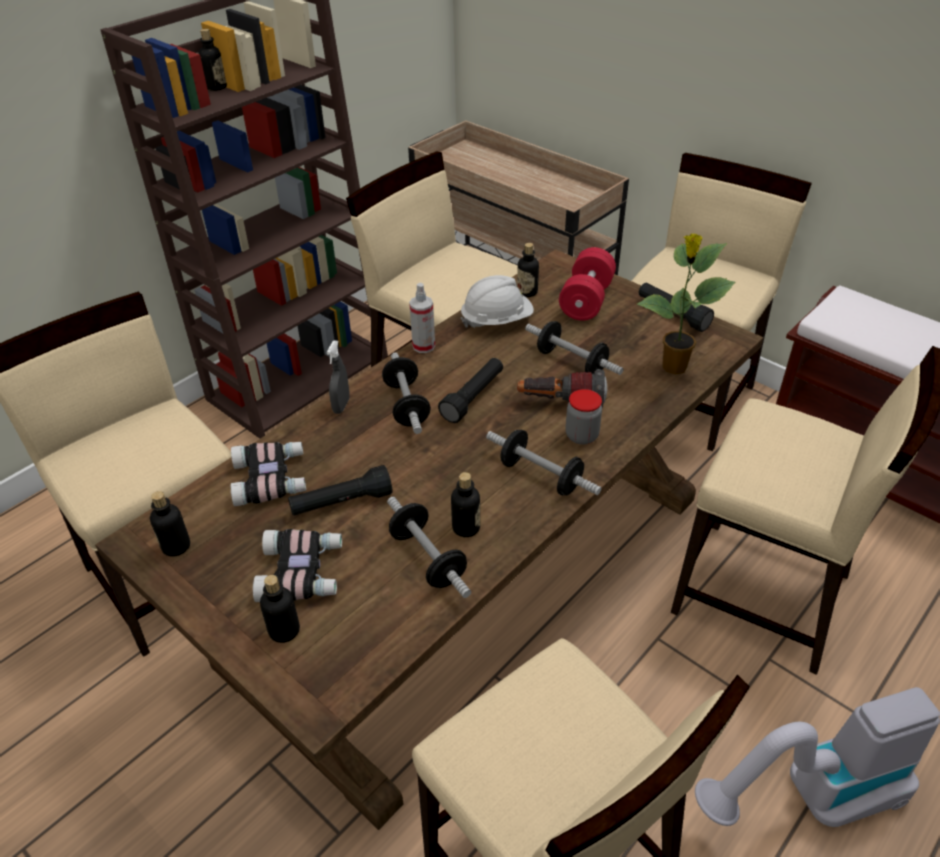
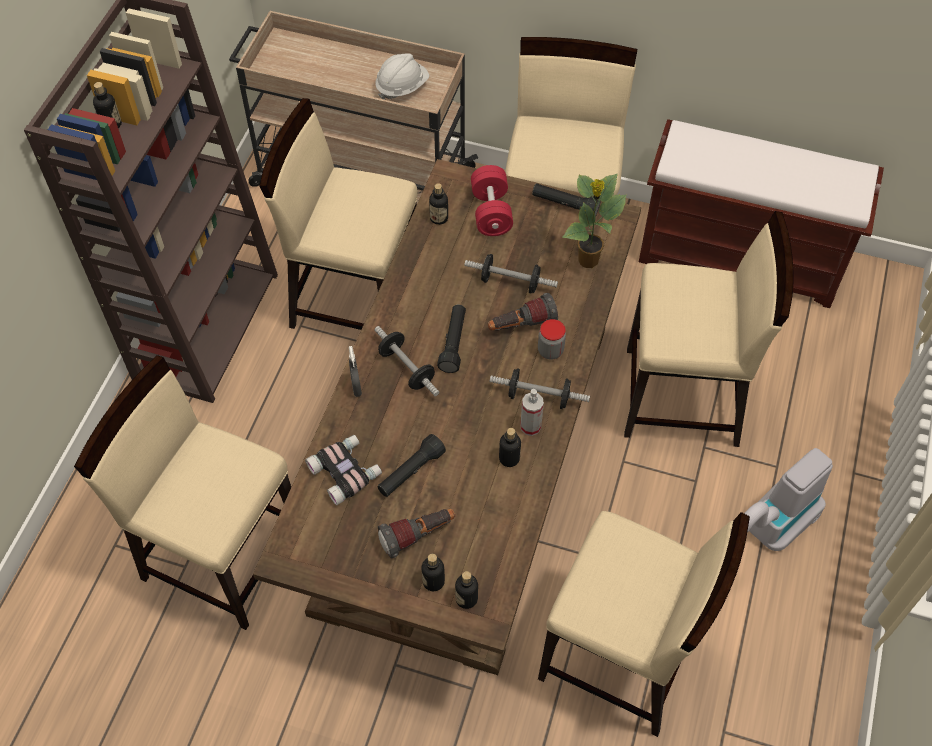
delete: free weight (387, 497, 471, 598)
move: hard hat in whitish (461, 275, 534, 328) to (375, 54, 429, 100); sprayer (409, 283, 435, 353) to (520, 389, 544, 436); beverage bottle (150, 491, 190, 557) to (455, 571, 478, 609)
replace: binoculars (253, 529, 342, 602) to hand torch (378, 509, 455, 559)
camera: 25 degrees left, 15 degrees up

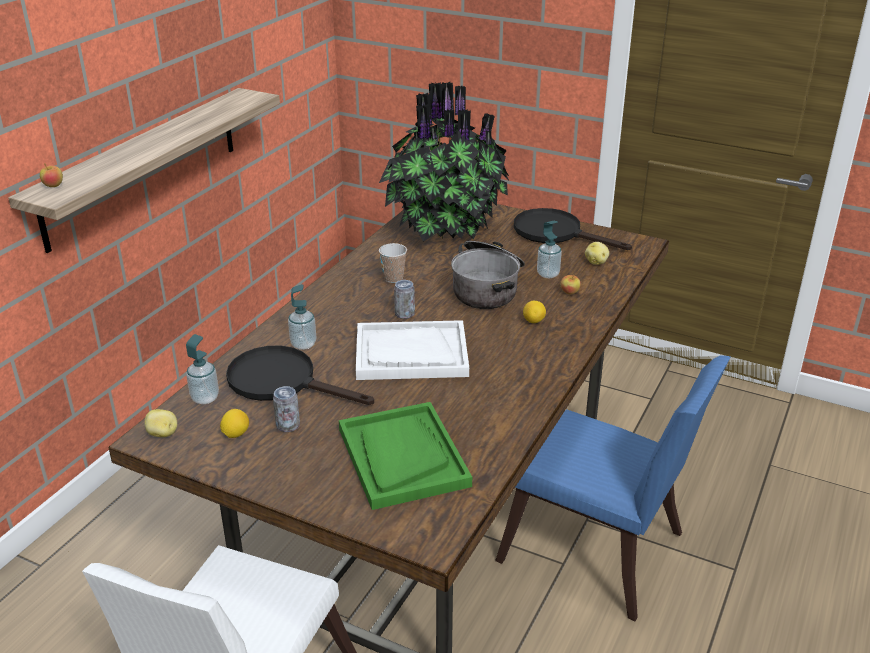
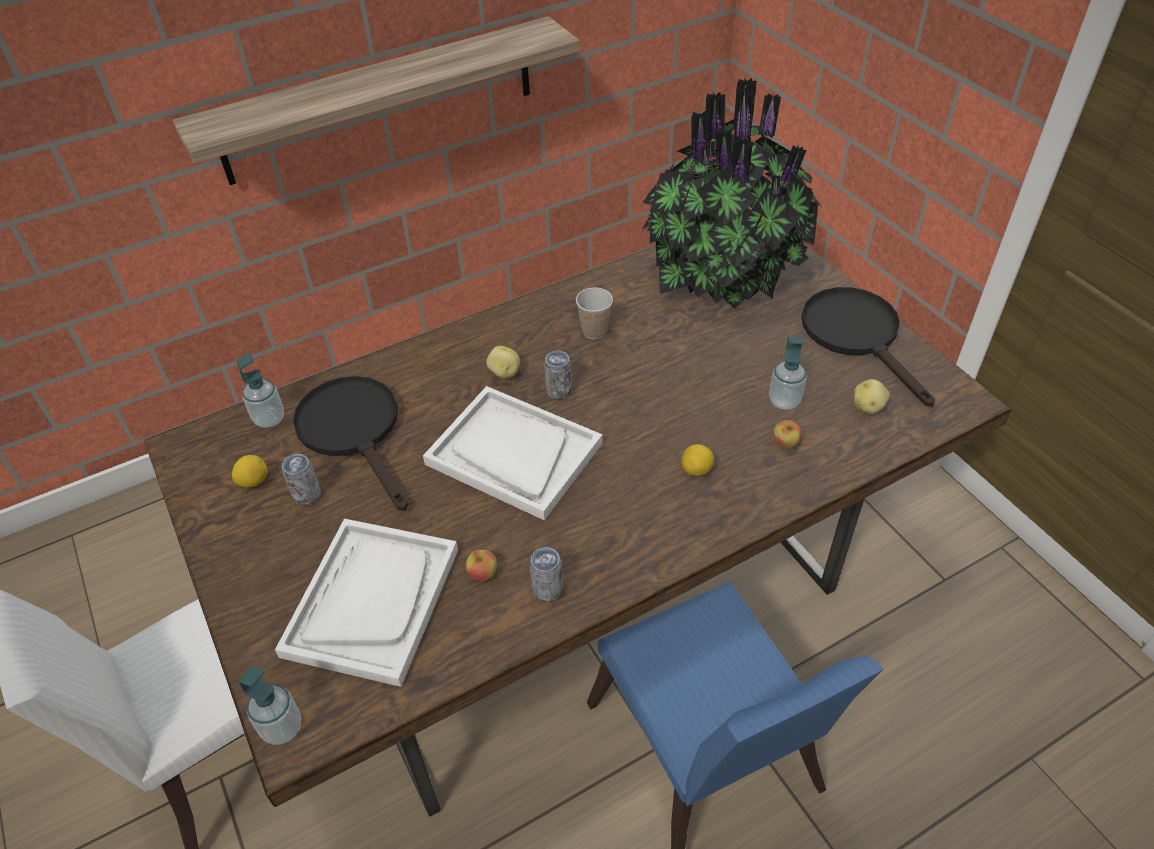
delete: cooking pot (451, 241, 525, 309)
insert: sealed can (530, 547, 563, 602)
move: apple (40, 163, 63, 187) to (466, 550, 497, 581); soap dispenser (288, 284, 316, 350) to (238, 666, 301, 745); spud (145, 409, 177, 437) to (486, 346, 520, 378)
recolor: serving tray in green (339, 402, 472, 510) to serving tray in whitish (275, 519, 458, 687)
camera: 35 degrees right, 15 degrees up

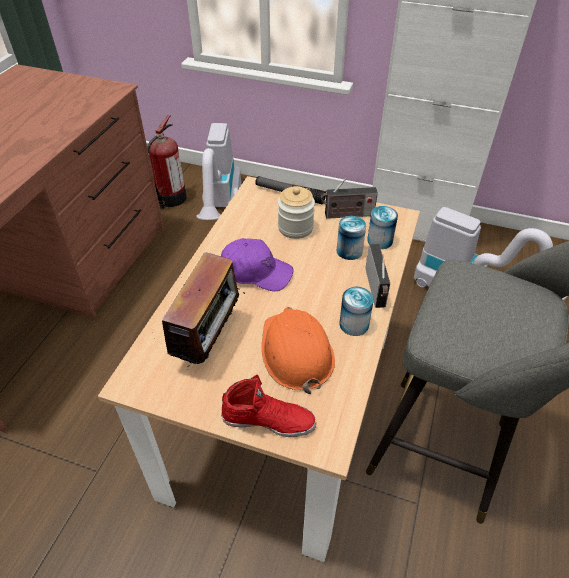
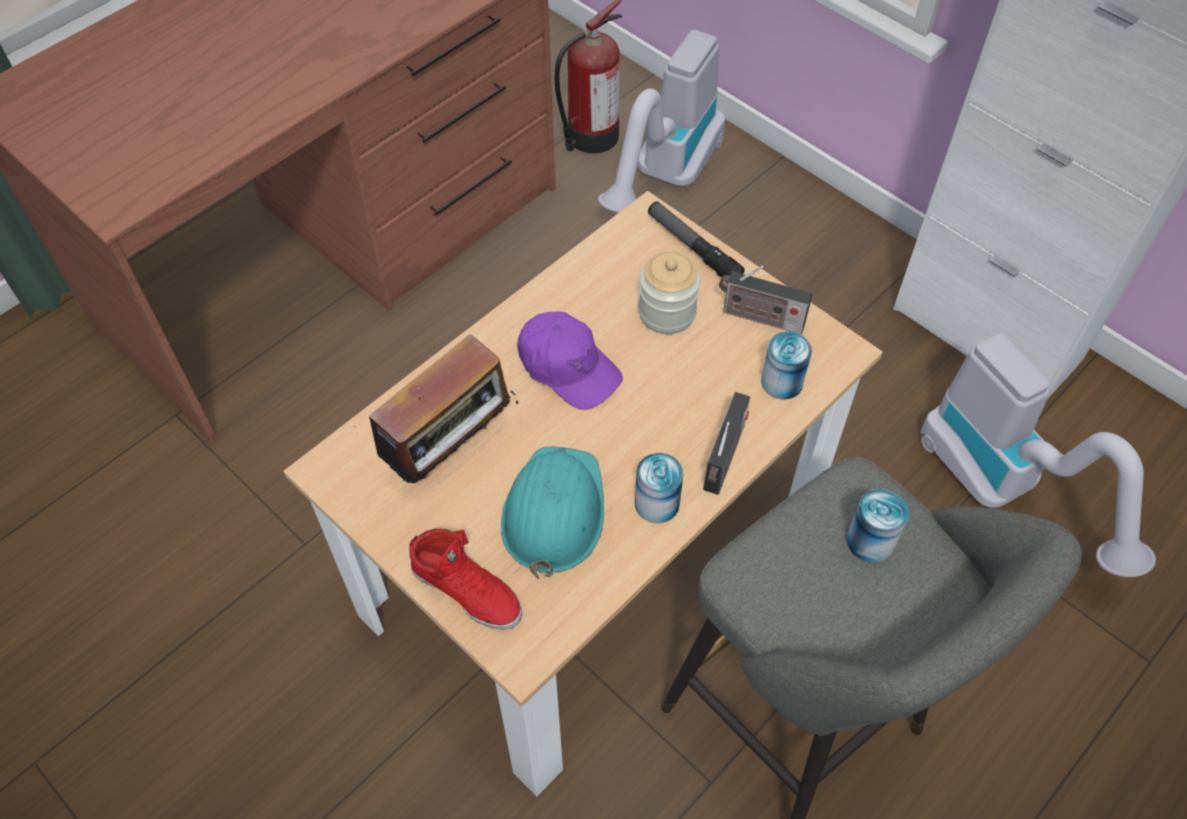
move: sealed can (337, 216, 366, 260) to (846, 489, 909, 563)
recolor: hard hat in orange-coloured (262, 307, 335, 394) to hard hat in turquoise-coloured (501, 447, 604, 579)
camera: 25 degrees right, 10 degrees up

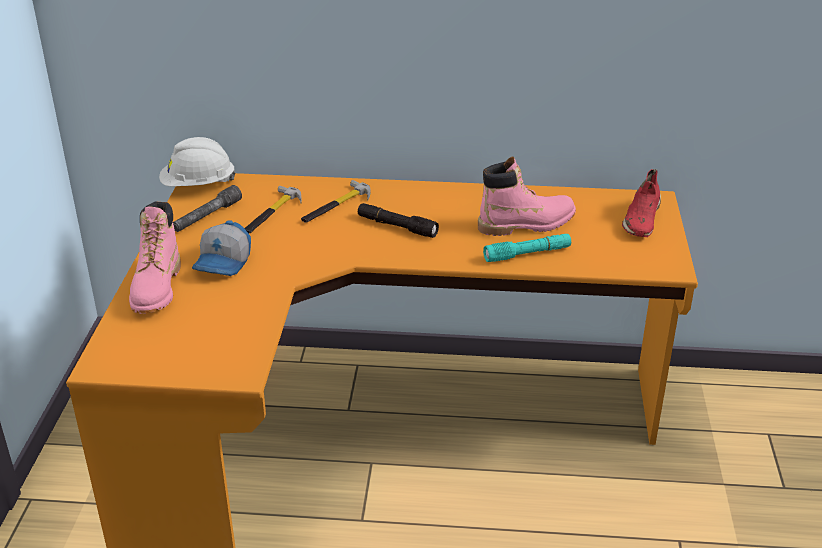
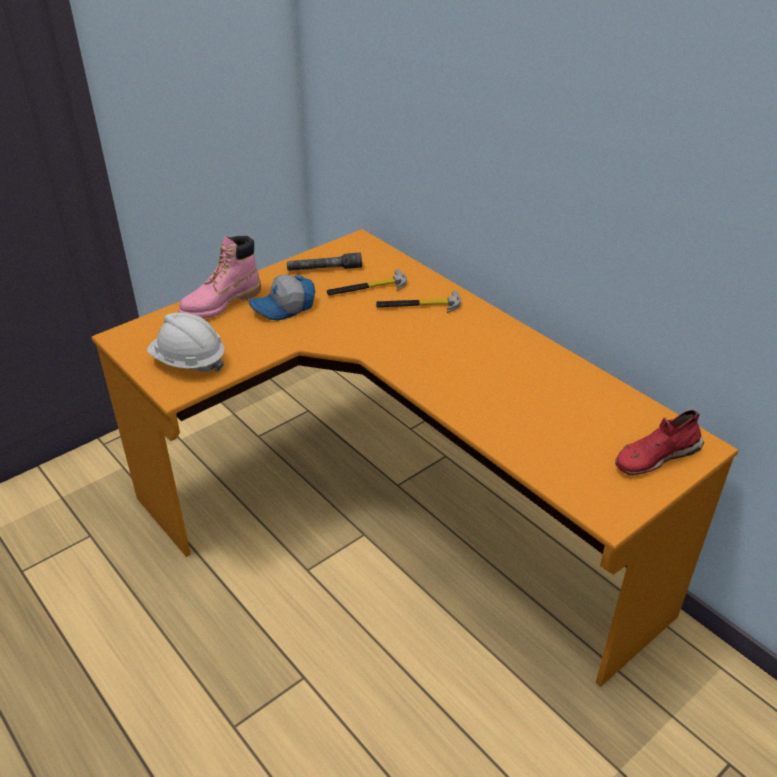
delete: high-top boot in pinkish (478, 157, 576, 236); hand torch in blackish (358, 203, 439, 238); hand torch in turquoise-coloured (483, 234, 571, 262)
move: hard hat in whitish (159, 137, 236, 187) to (147, 313, 225, 372)
camera: 45 degrees right, 5 degrees up

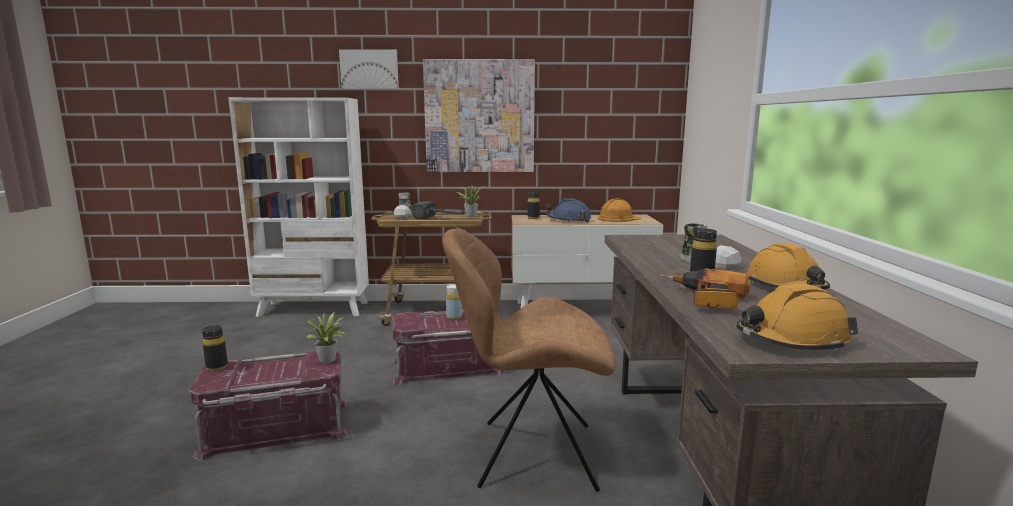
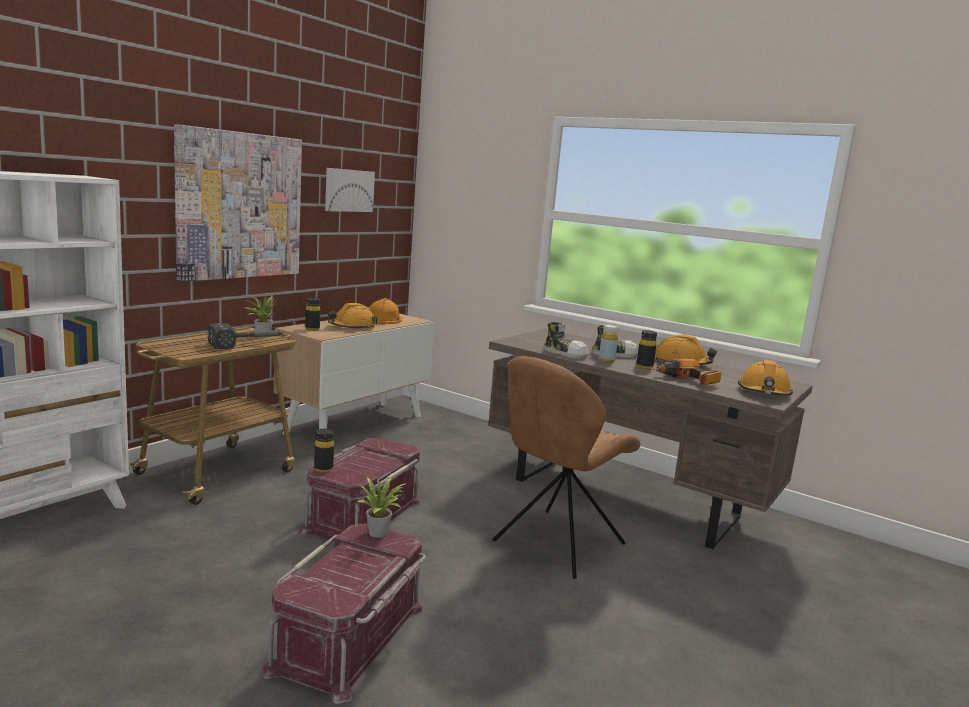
move: picture (339, 49, 399, 89) to (325, 168, 375, 212); item of footwear (394, 192, 413, 219) to (544, 322, 589, 359); beverage bottle in yellow (446, 284, 462, 320) to (599, 325, 619, 362); beverage bottle in blackish (202, 325, 228, 371) to (314, 428, 334, 473)
recolor: hard hat in blue (546, 198, 591, 222) to hard hat in orange-coloured (328, 303, 377, 330)
camera: 55 degrees left, 0 degrees up

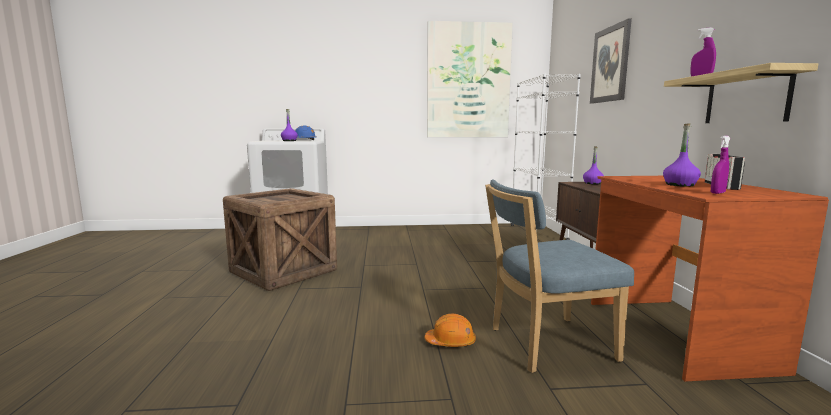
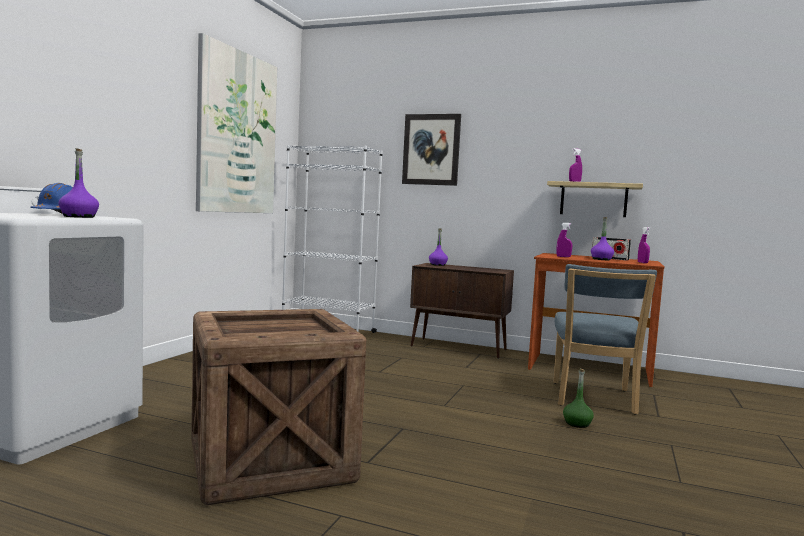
insert: sprayer in purple-coloured (556, 223, 572, 257)
replace: hard hat in orange-coloured (425, 314, 476, 347) to beverage bottle in green (563, 369, 594, 428)
camera: 65 degrees left, 5 degrees down

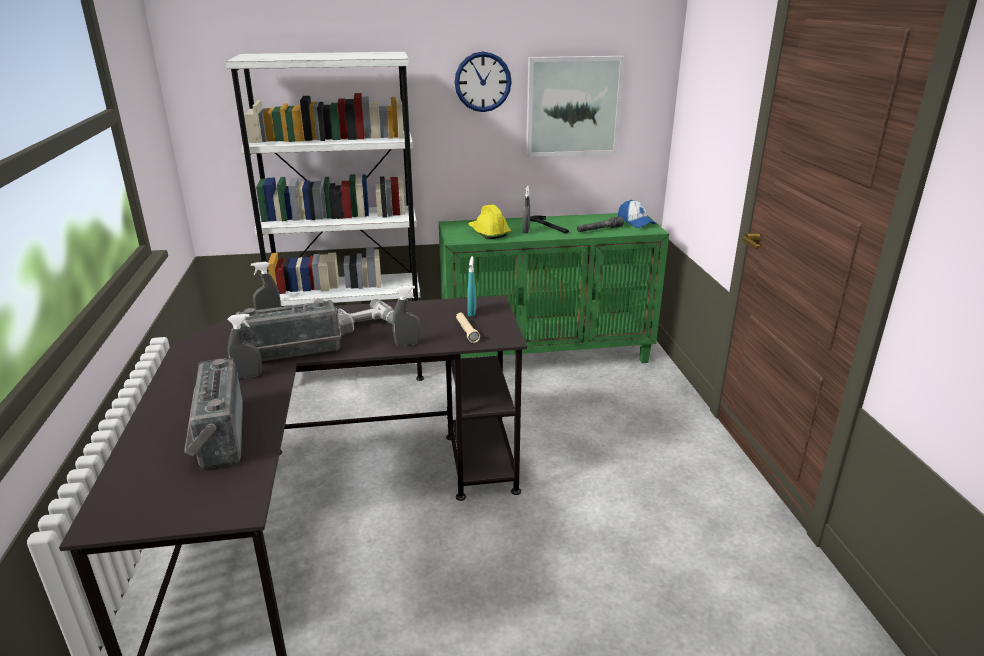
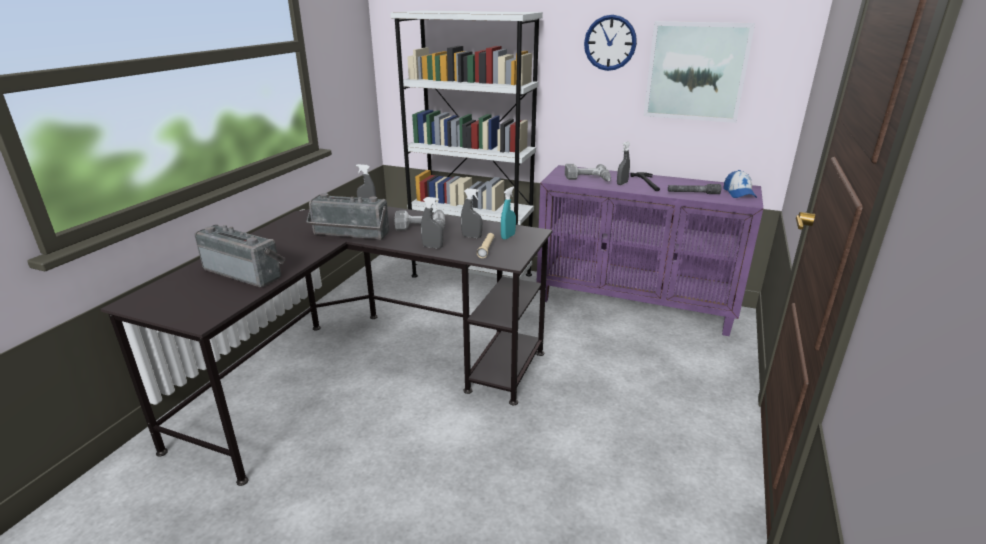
move: sprayer in grey (227, 314, 262, 378) to (461, 188, 482, 238)
replace: hard hat in yellow (468, 204, 511, 239) to electric drill (565, 164, 611, 181)
recolor: cabinet in green (439, 213, 669, 378) to cabinet in purple-coloured (537, 165, 763, 336)
rotate: radio receiver (184, 358, 243, 469) = (195, 225, 286, 287) 105 degrees clockwise
camera: 30 degrees right, 0 degrees up

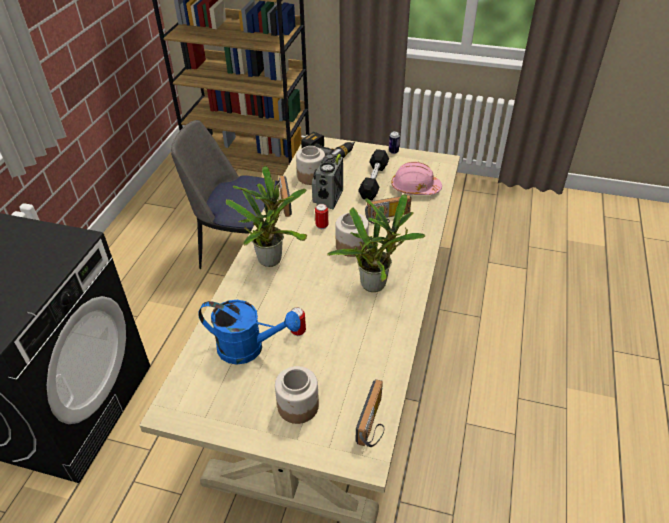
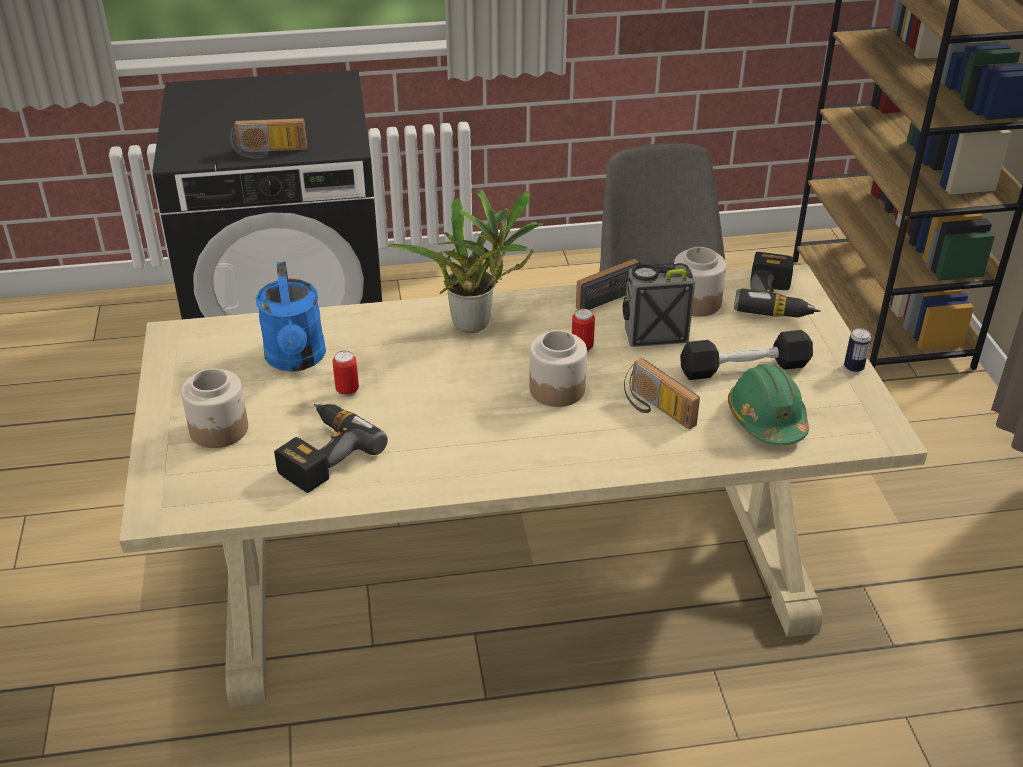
delete: plant in a pot (327, 194, 425, 292)
insert: electric drill (274, 404, 388, 493)
move: radio receiver (356, 379, 384, 447) to (230, 118, 307, 159)
recolor: hard hat in pinkish (391, 162, 442, 195) to hard hat in green (728, 364, 809, 445)
camera: 65 degrees right, 5 degrees down

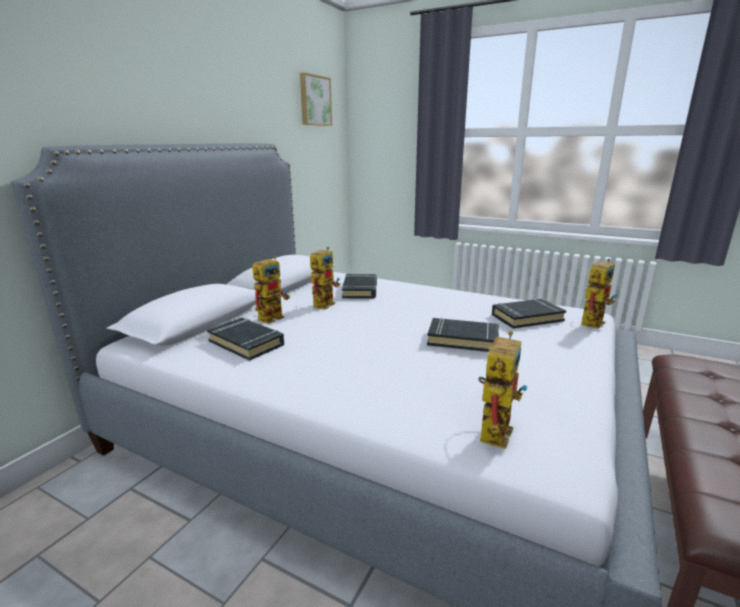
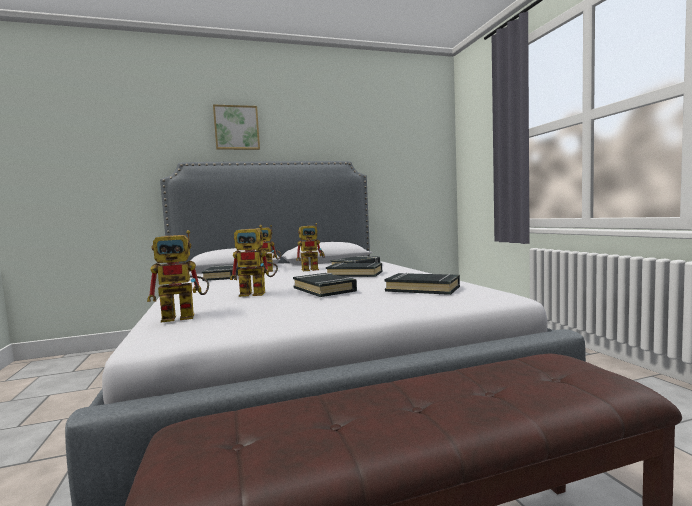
insert: book in blackish (326, 263, 382, 277)
move: picture (300, 73, 332, 126) to (213, 104, 260, 150); robot figure (581, 259, 617, 329) to (230, 225, 278, 297)
camera: 45 degrees right, 15 degrees down

